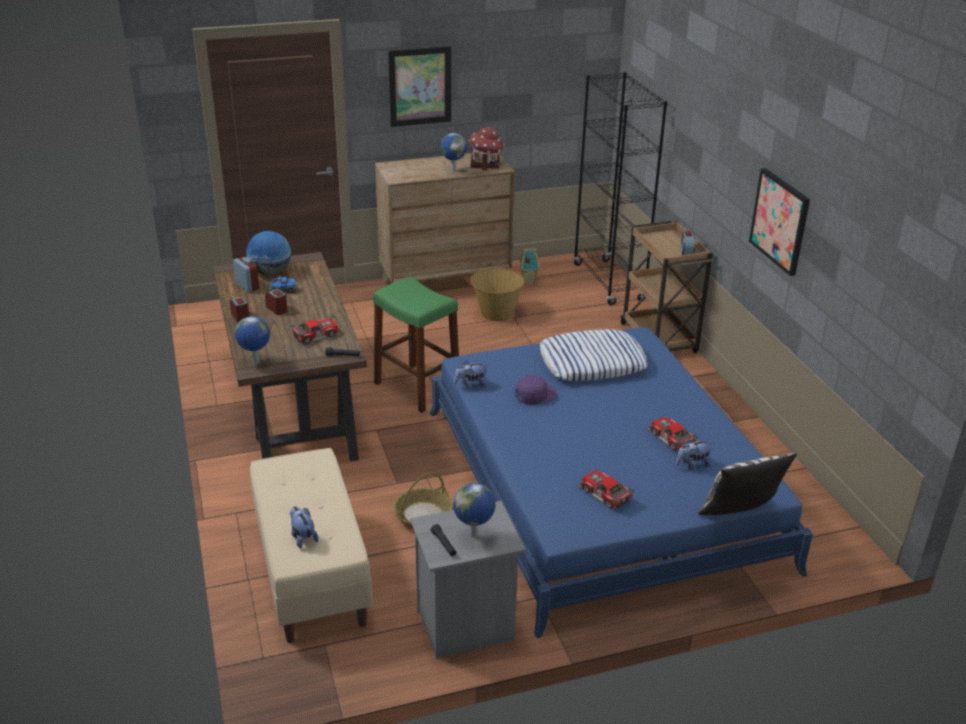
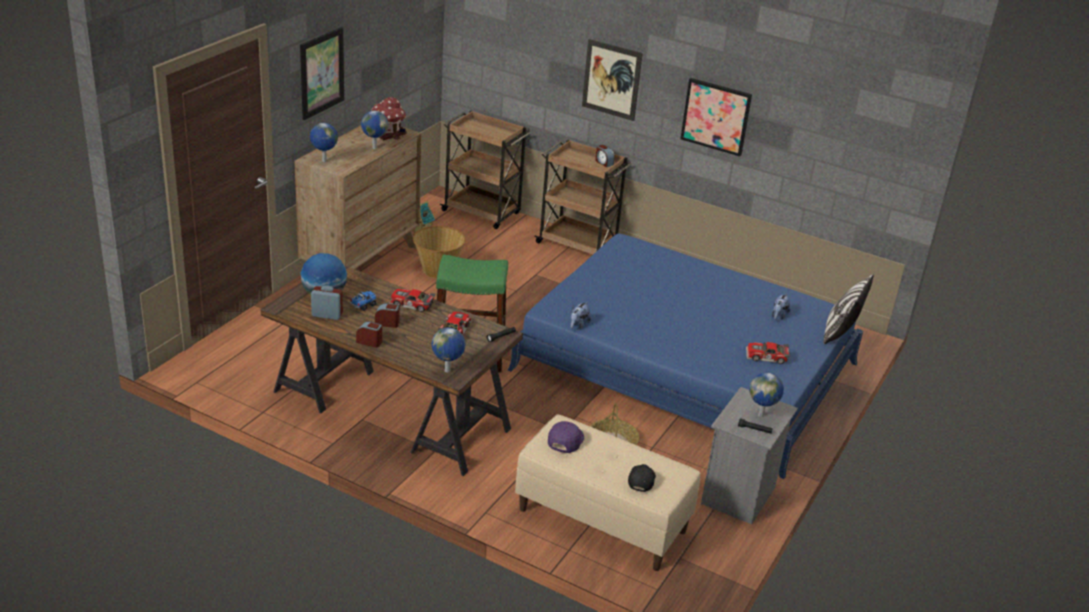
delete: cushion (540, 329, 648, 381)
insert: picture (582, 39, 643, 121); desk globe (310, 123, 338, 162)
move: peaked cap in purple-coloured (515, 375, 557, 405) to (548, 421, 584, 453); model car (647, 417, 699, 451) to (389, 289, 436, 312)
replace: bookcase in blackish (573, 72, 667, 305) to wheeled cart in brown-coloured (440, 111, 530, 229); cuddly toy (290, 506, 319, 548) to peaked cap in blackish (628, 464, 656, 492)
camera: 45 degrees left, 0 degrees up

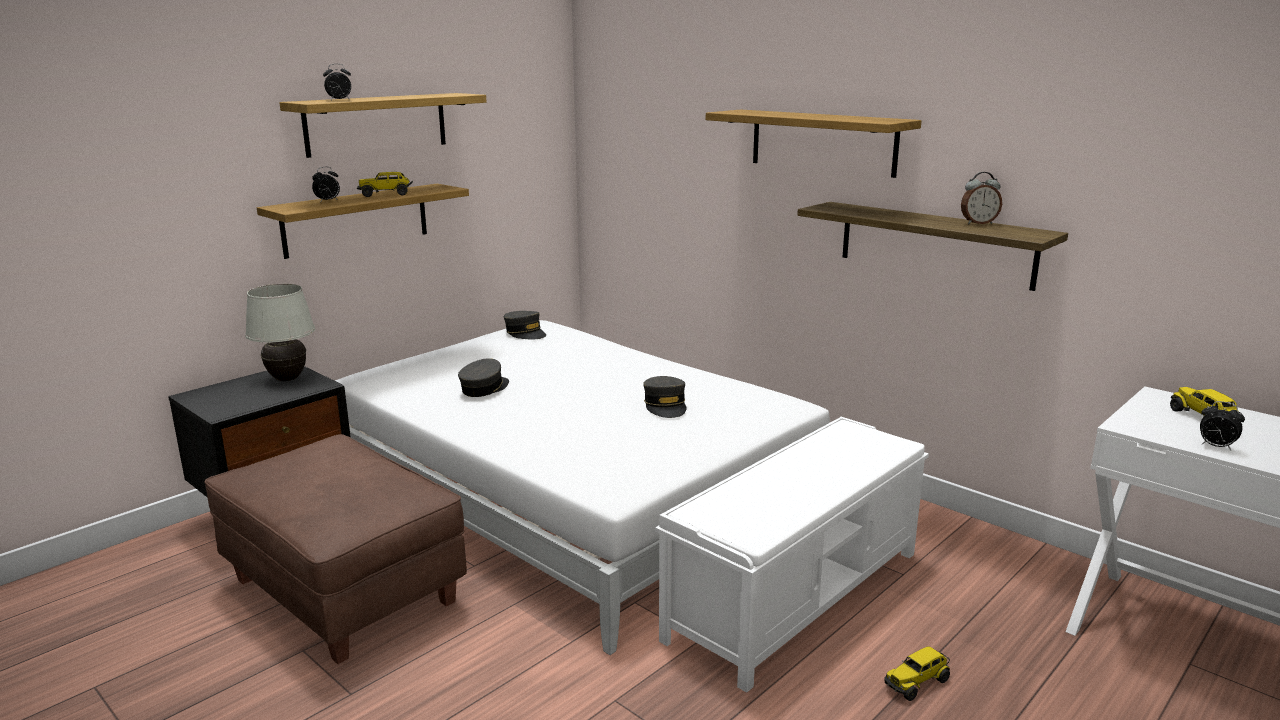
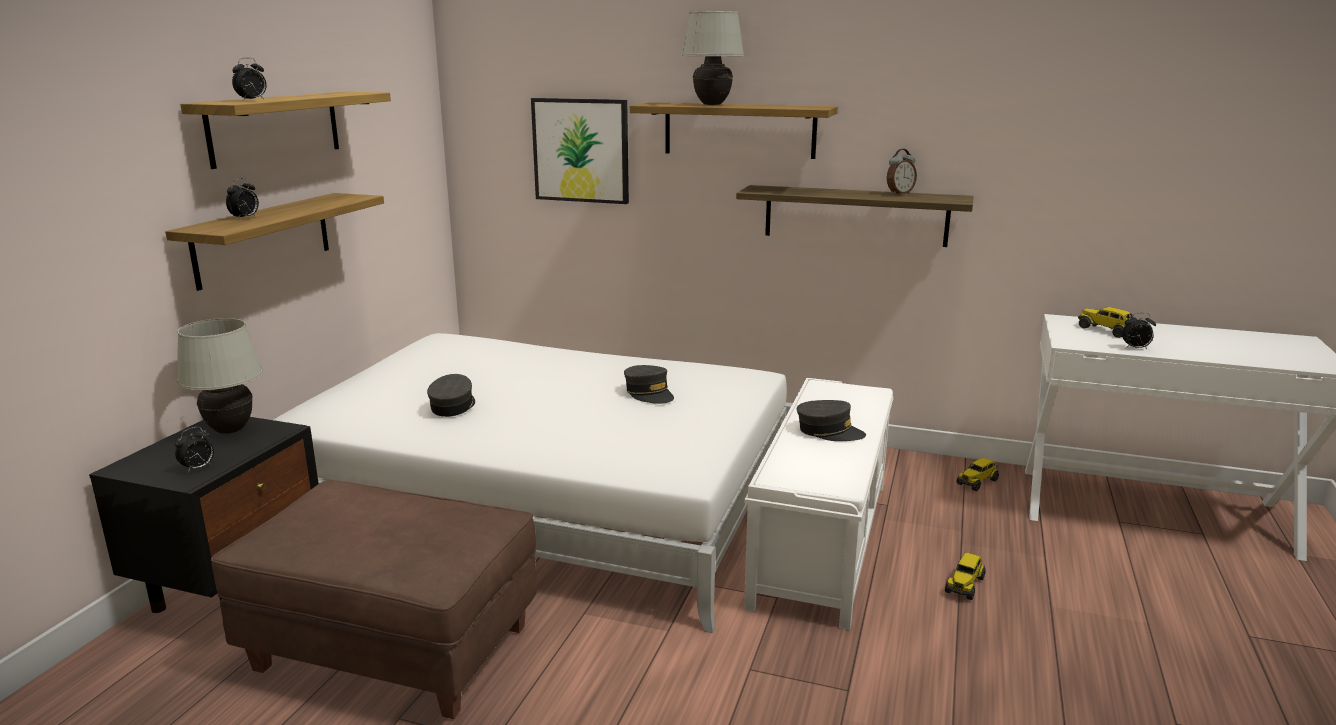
insert: lamp for a table in whitish (682, 11, 744, 105); picture (531, 98, 629, 204); alarm clock (175, 427, 214, 473)
move: model truck (357, 172, 413, 197) to (956, 458, 999, 491); peaked cap in grey (504, 311, 546, 340) to (797, 400, 866, 441)
camera: 25 degrees left, 0 degrees up

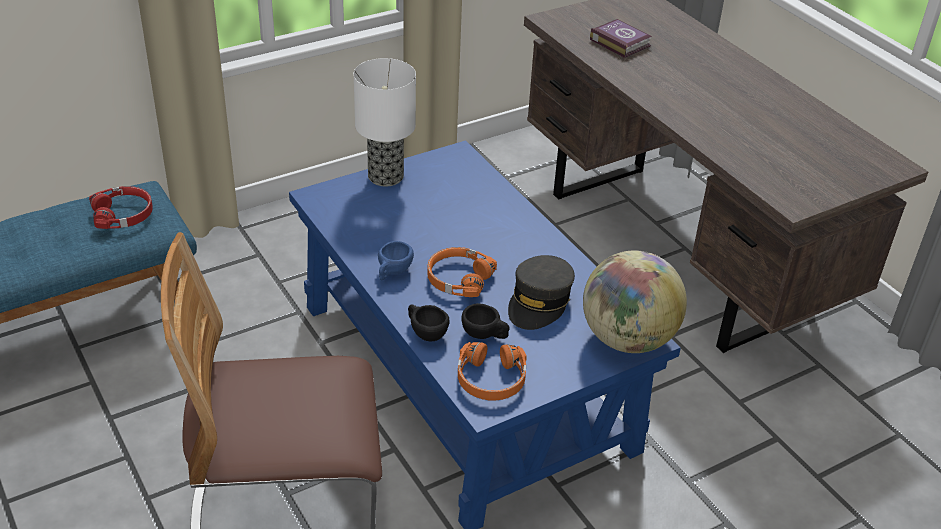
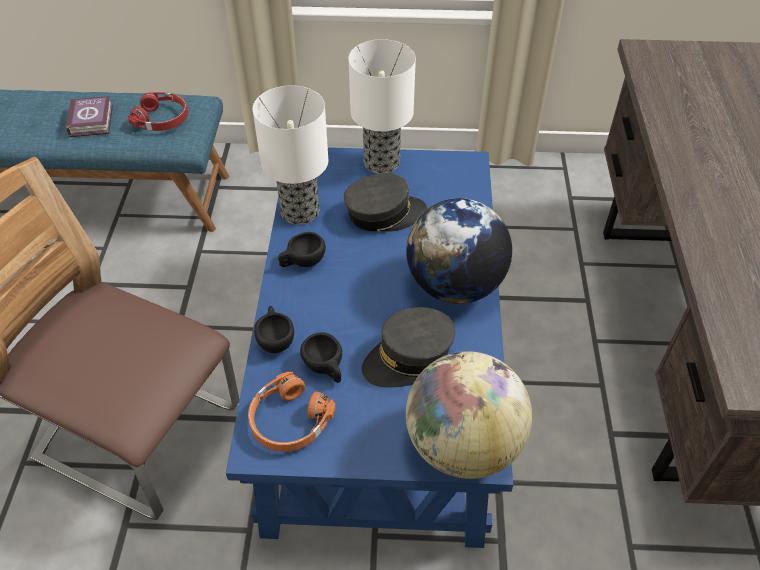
delete: headset in orange-coloured (427, 247, 497, 297)
insert: lamp for a table (253, 86, 328, 225); peaked cap in grey (344, 173, 427, 232); desk globe (406, 198, 512, 304)
move: book (590, 19, 652, 58) to (66, 96, 113, 137)
recolor: cup in blue (378, 241, 414, 280) to cup in blackish (278, 232, 326, 267)
camera: 35 degrees right, 10 degrees up

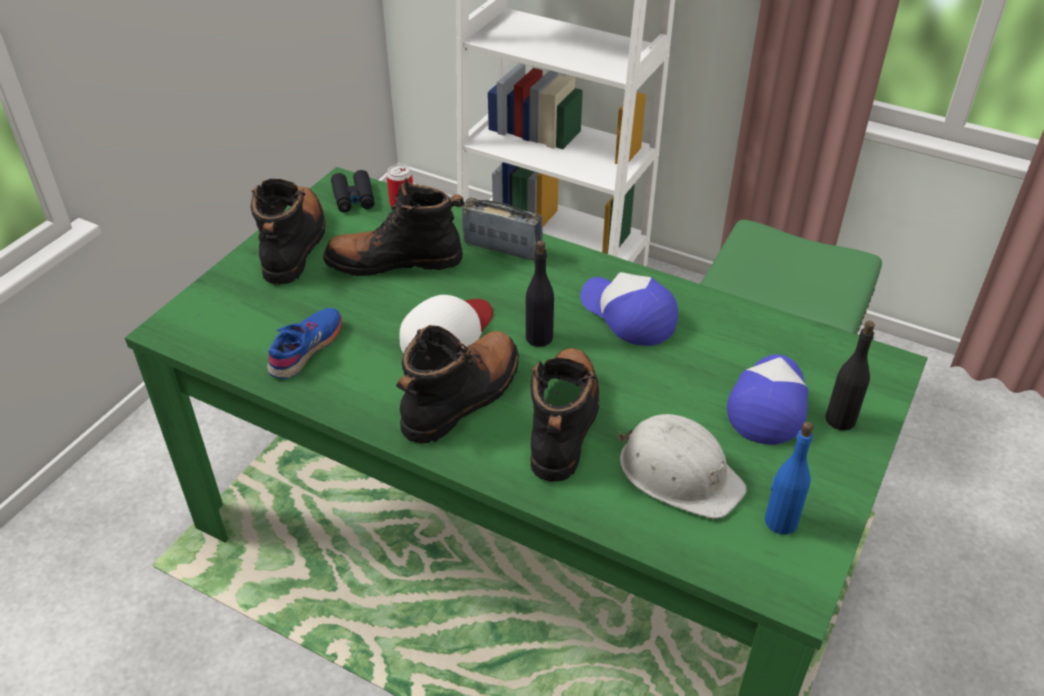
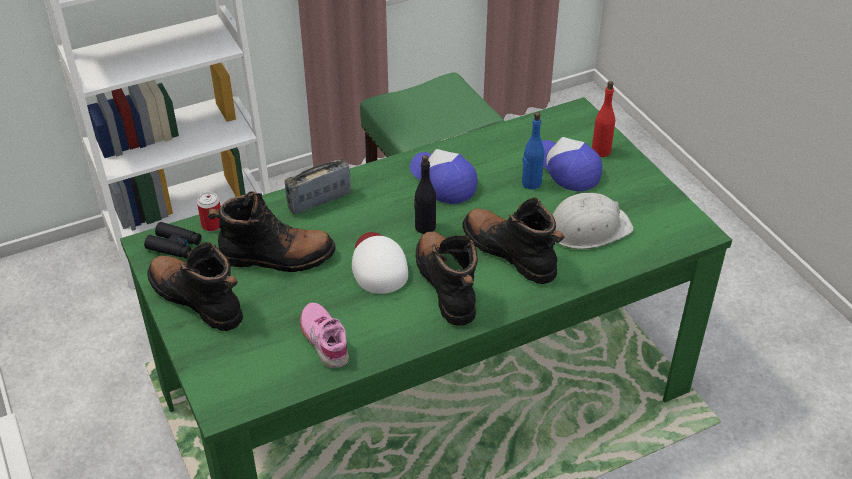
move: beverage bottle in blue (764, 422, 813, 535) to (522, 112, 544, 190)
recolor: item of footwear in blue (267, 308, 342, 379) to item of footwear in pinkish (300, 303, 349, 368); beverage bottle in blackish (826, 321, 875, 430) to beverage bottle in red (592, 81, 615, 157)
rotate: high-top boot in blackish (323, 178, 464, 276) = (208, 191, 336, 272) 120 degrees counterclockwise; peaked cap (580, 272, 678, 346) = (410, 149, 477, 204) 60 degrees clockwise
camera: 55 degrees left, 0 degrees up

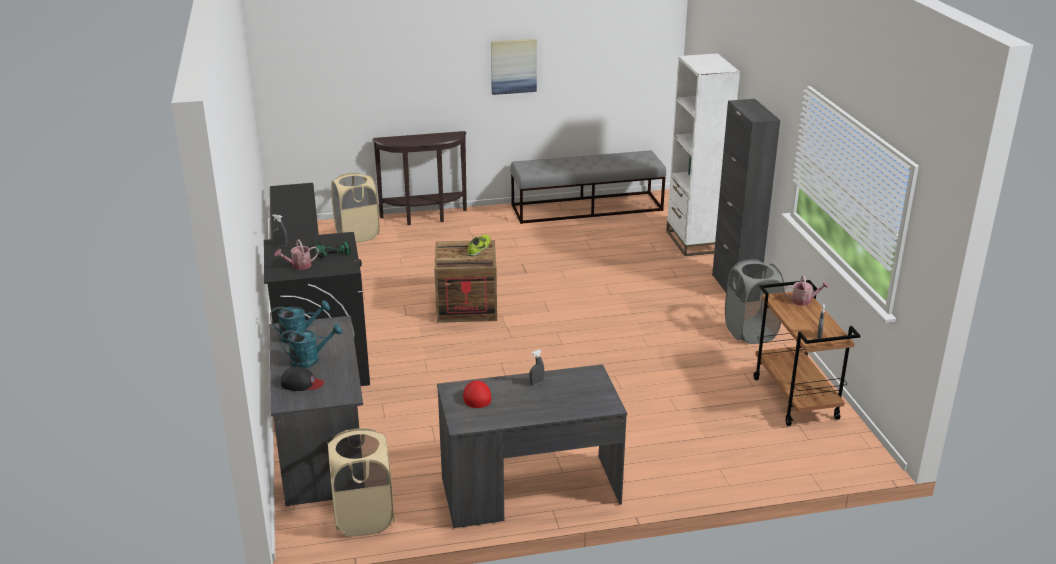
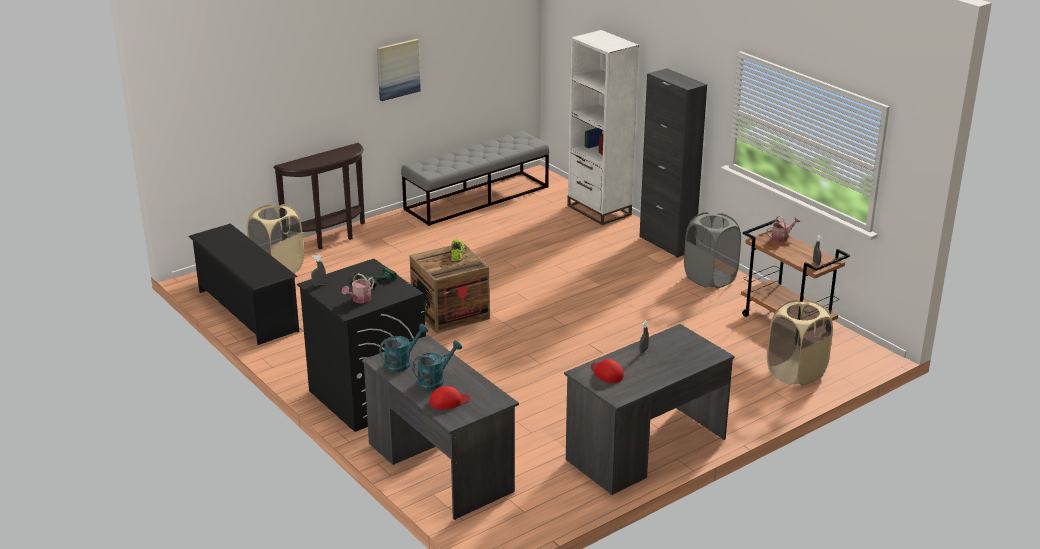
move: washing basket in sand-coloured (327, 428, 394, 536) to (767, 300, 833, 386)
recolor: peaked cap in blackish (281, 366, 324, 391) to peaked cap in red (430, 386, 471, 409)
camera: 25 degrees left, 0 degrees up

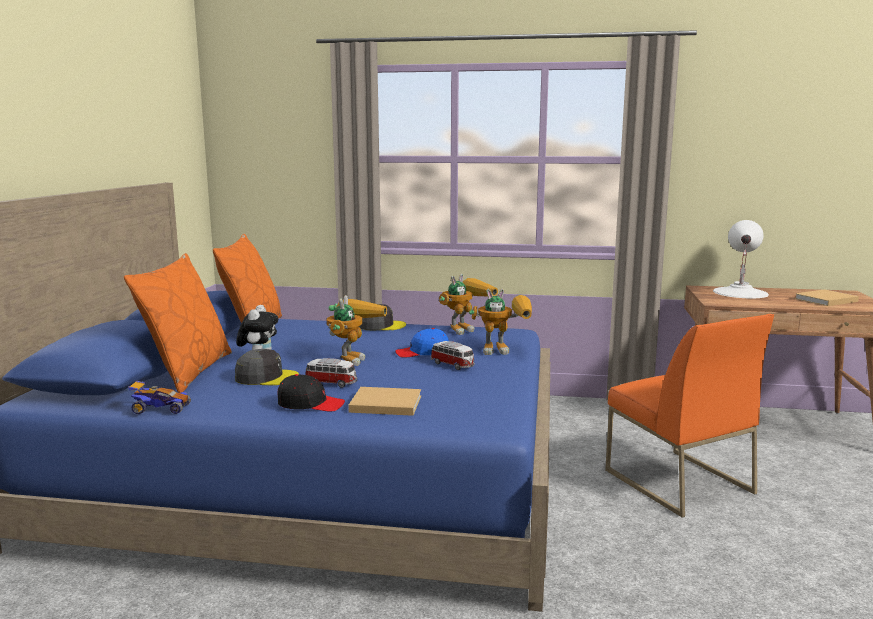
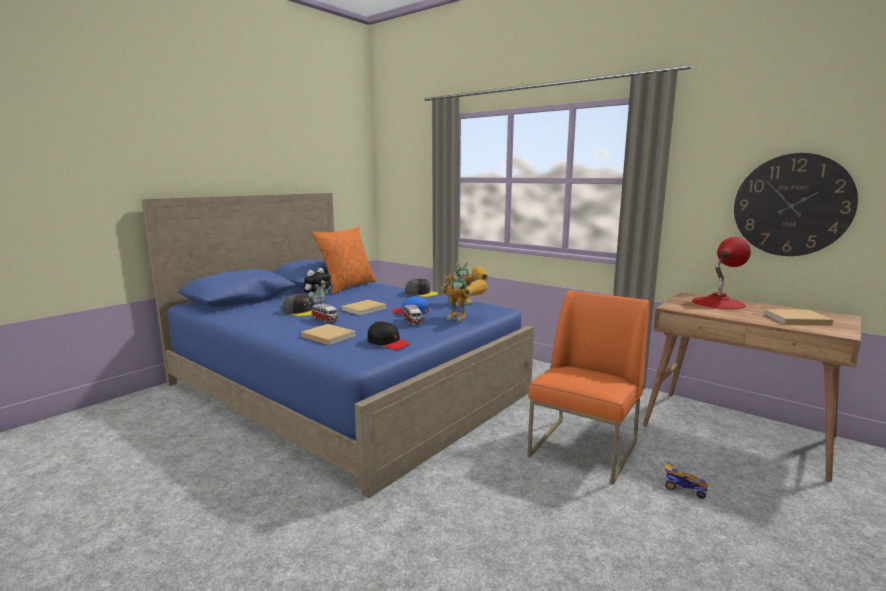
delete: cushion in orange-coloured (124, 253, 232, 393)
insert: clock on the wall (734, 153, 858, 256)
move: peaked cap in blackish (277, 374, 345, 412) to (367, 321, 410, 350); model car (128, 381, 191, 414) to (664, 462, 708, 499)
replace: robot figure (327, 295, 387, 366) to book in sand-coloured (341, 300, 387, 315)
recolor: lamp for a table in whitish (713, 220, 769, 298) to lamp for a table in red (692, 237, 751, 309)
rotate: upright chair in orange-coloured (605, 314, 774, 518) = (528, 290, 650, 484) 150 degrees counterclockwise
camera: 30 degrees right, 0 degrees up

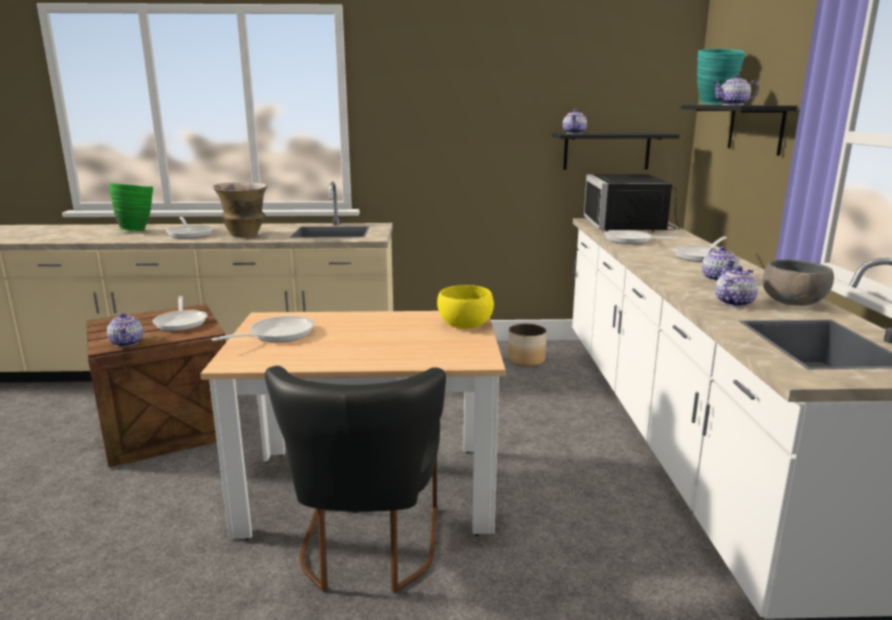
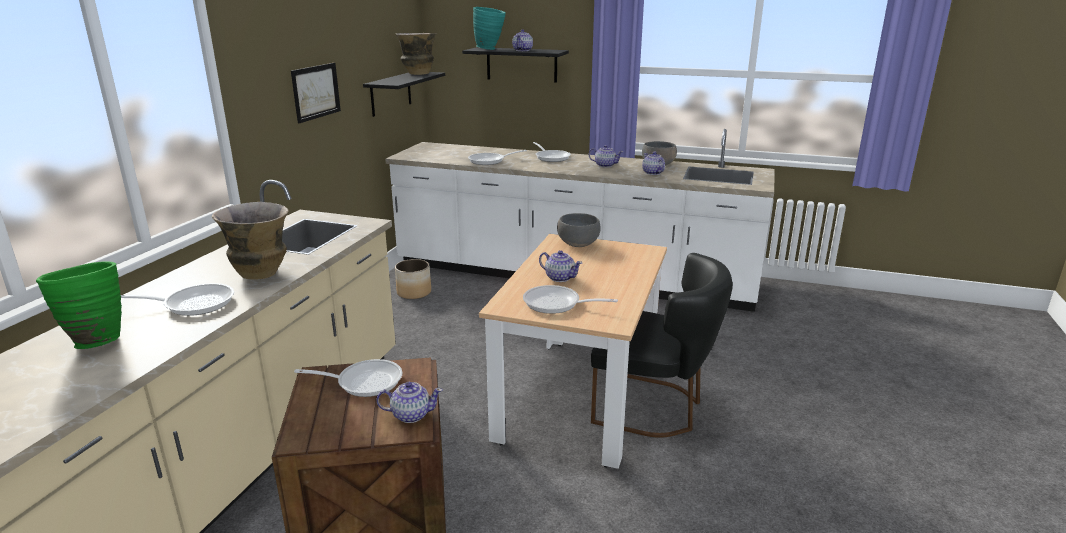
delete: kitchen microwave in blackish (584, 174, 680, 232)
insert: vase (396, 33, 437, 75); picture (291, 63, 341, 123)
move: teapot (563, 109, 587, 134) to (539, 250, 582, 282)
recolor: bowl in yellow (437, 285, 494, 329) to bowl in grey (557, 213, 600, 247)
rotate: pan (211, 316, 314, 342) = (523, 285, 618, 314) 45 degrees counterclockwise
camera: 70 degrees left, 5 degrees up

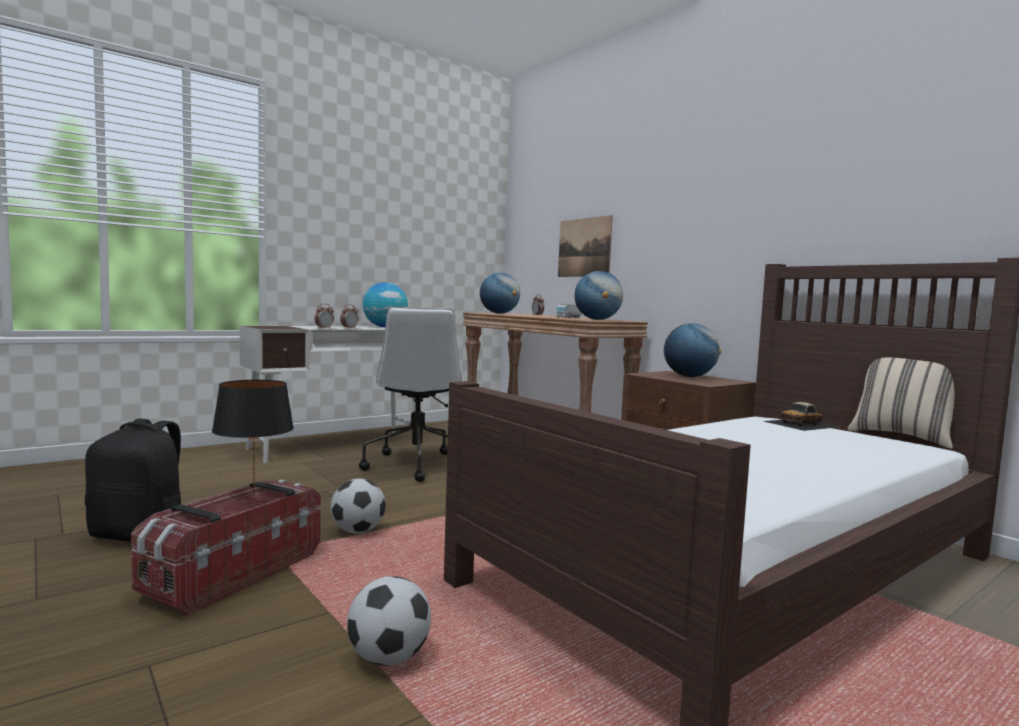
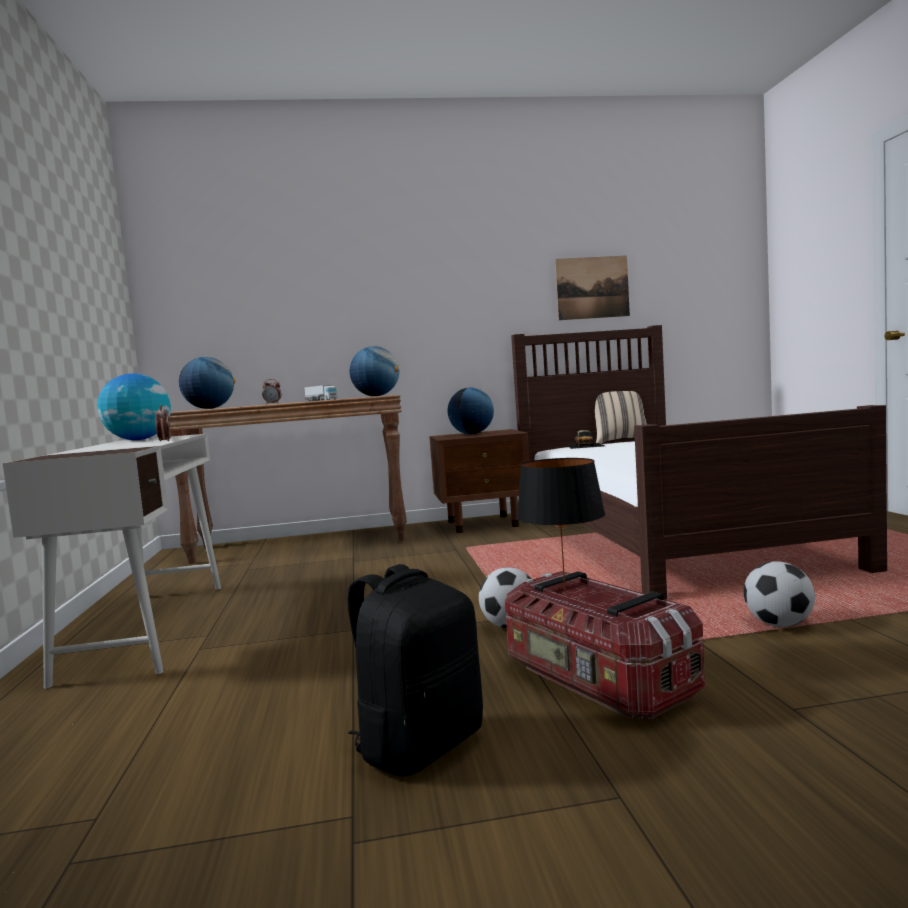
delete: alarm clock (314, 304, 334, 329); office chair in whitish (359, 307, 461, 482)
move: picture (558, 215, 613, 277) to (555, 256, 630, 320)
camera: 60 degrees left, 0 degrees up

